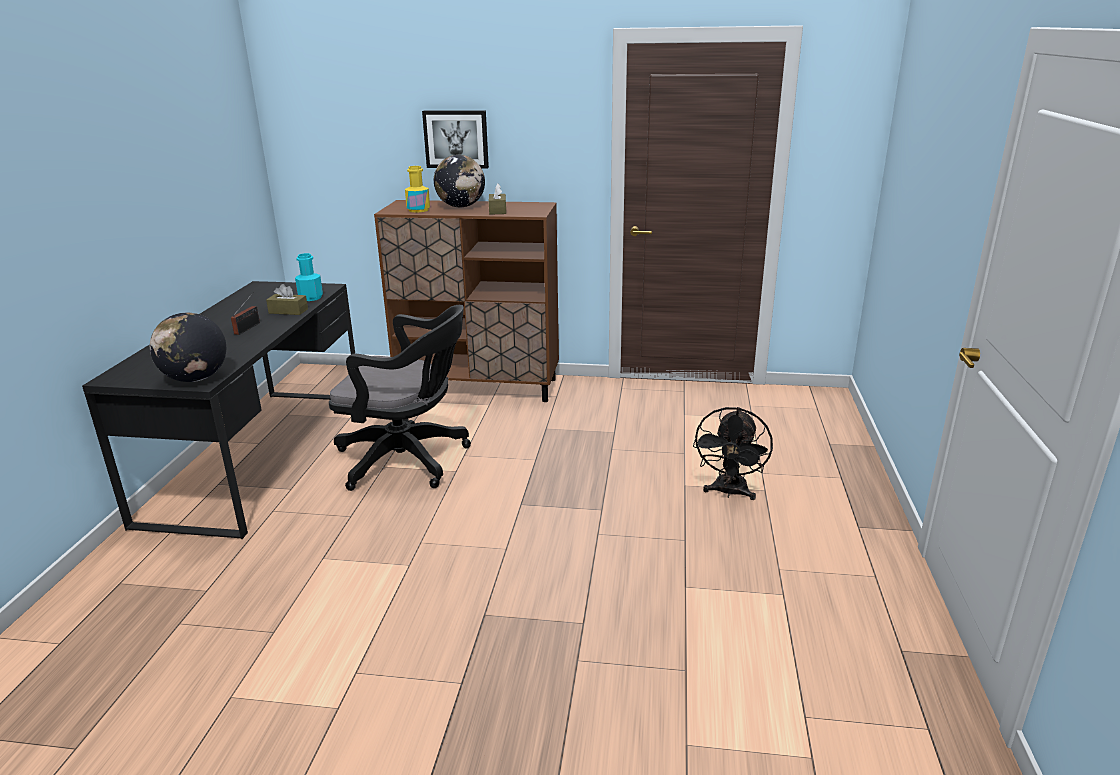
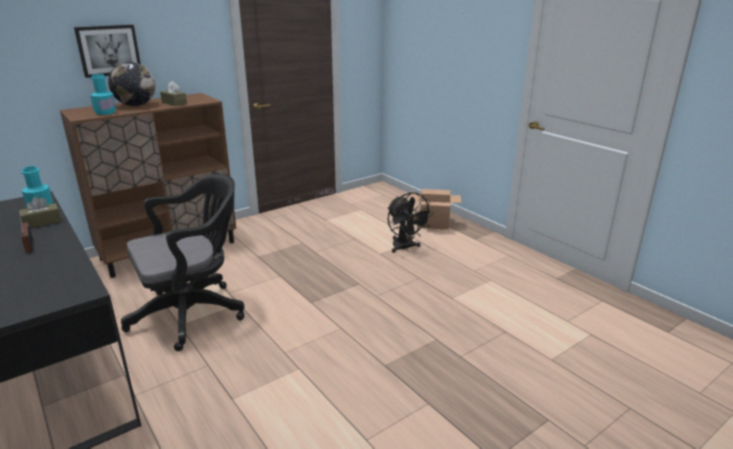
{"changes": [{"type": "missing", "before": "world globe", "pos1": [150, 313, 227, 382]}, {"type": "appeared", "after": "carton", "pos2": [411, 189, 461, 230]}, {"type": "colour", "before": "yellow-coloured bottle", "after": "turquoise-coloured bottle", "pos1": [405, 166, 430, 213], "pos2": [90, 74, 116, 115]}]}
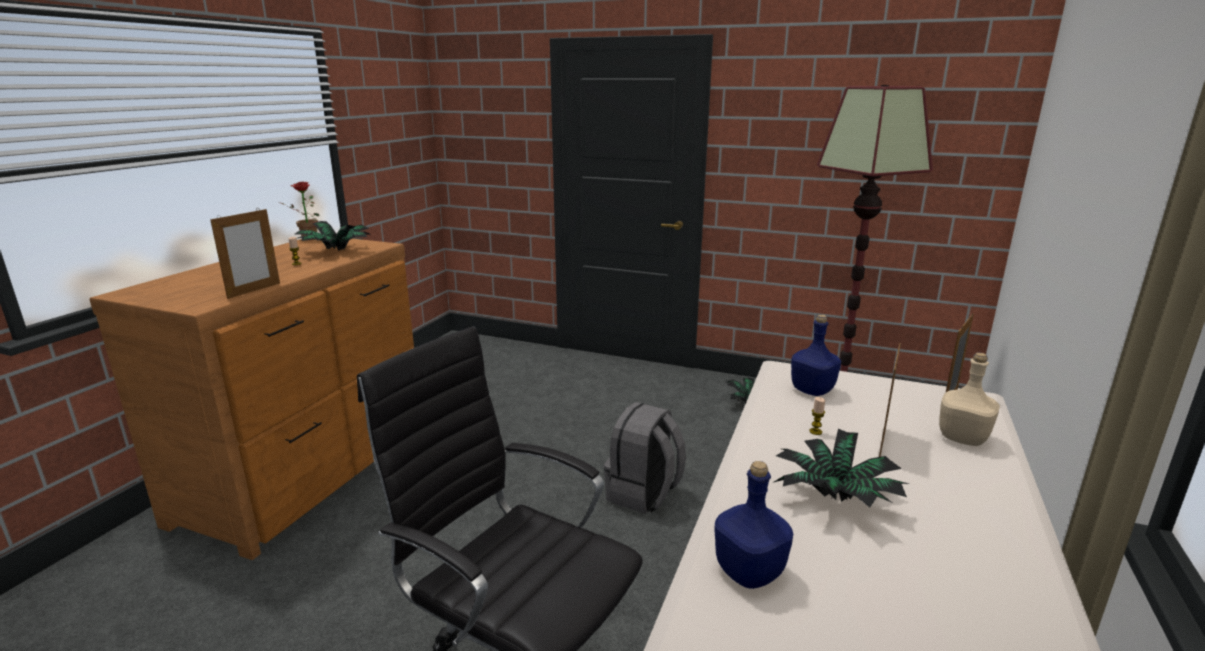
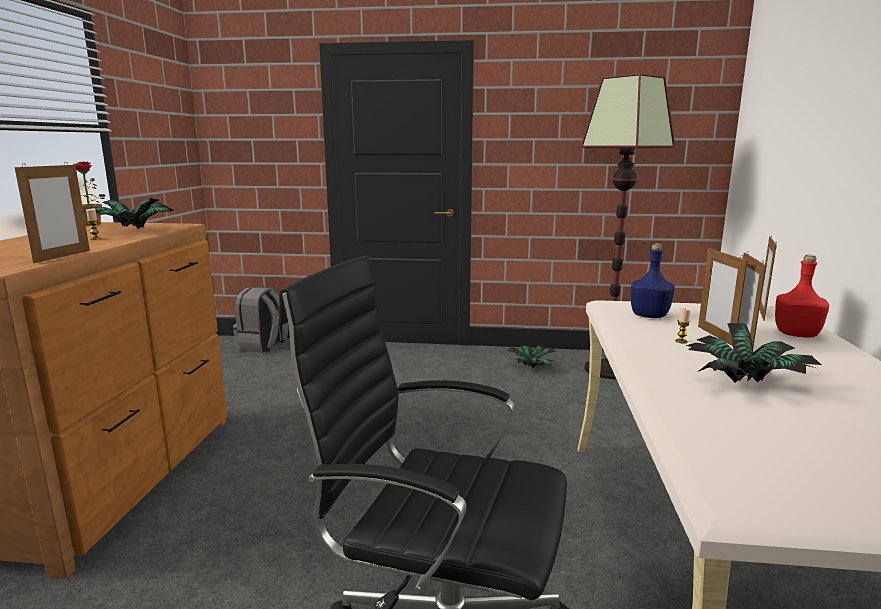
{"changes": [{"type": "missing", "before": "blue-coloured bottle", "pos1": [714, 461, 793, 589]}, {"type": "appeared", "after": "photo frame", "pos2": [698, 248, 748, 346]}, {"type": "relocated", "before": "gray backpack", "pos1": [604, 402, 686, 514], "pos2": [233, 287, 289, 353]}, {"type": "colour", "before": "sand-coloured bottle", "after": "reddish bottle", "pos1": [939, 352, 1000, 446], "pos2": [775, 255, 829, 337]}]}
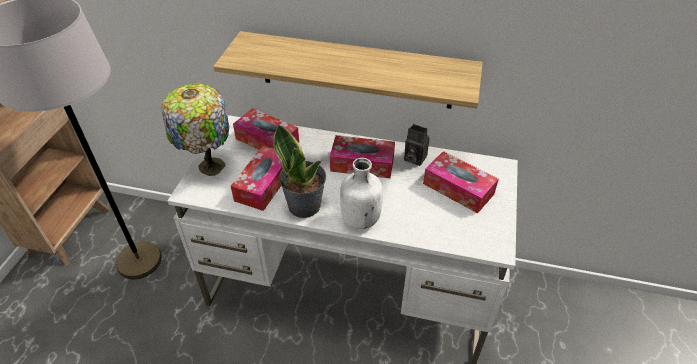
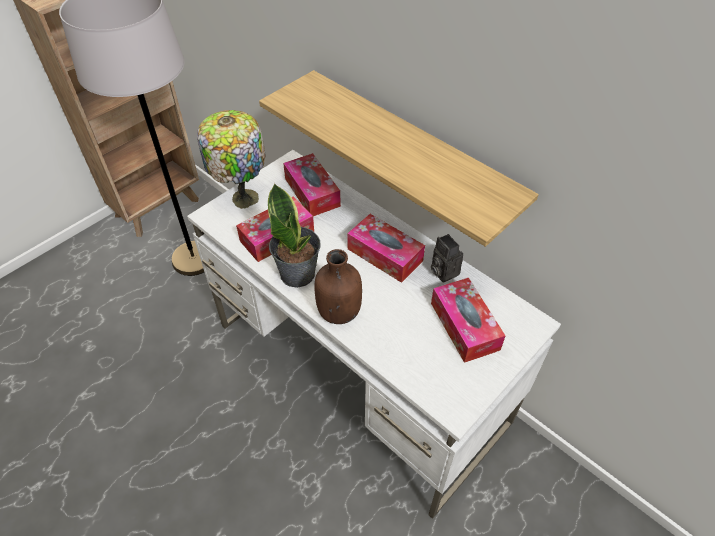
{"changes": [{"type": "colour", "before": "whitish bottle", "after": "brown bottle", "pos1": [340, 158, 383, 229], "pos2": [314, 249, 362, 324]}]}
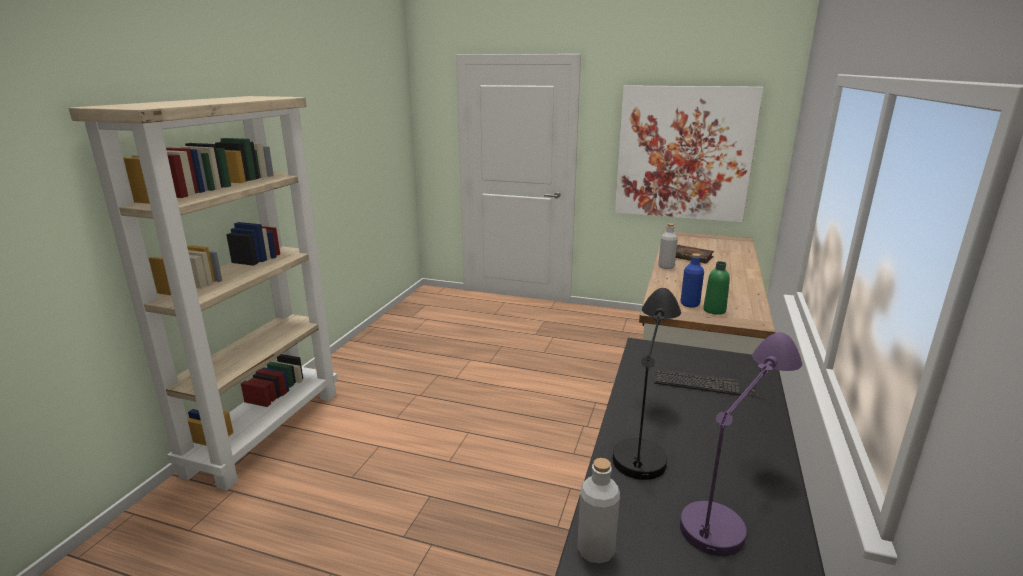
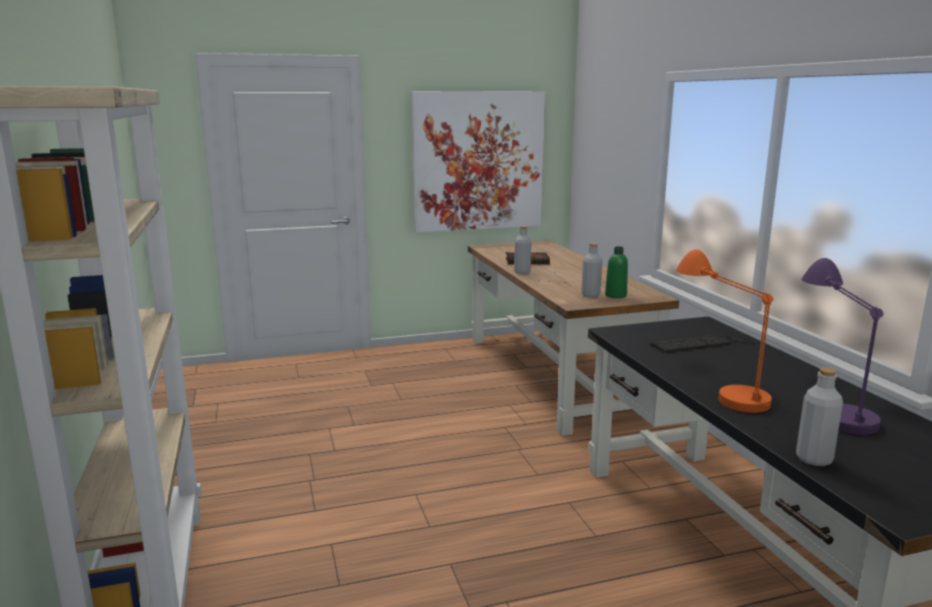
{"changes": [{"type": "colour", "before": "blackish lamp for a table", "after": "orangey lamp for a table", "pos1": [613, 288, 681, 480], "pos2": [676, 249, 773, 413]}, {"type": "colour", "before": "blue-coloured bottle", "after": "gray bottle", "pos1": [681, 253, 704, 307], "pos2": [581, 243, 602, 297]}]}
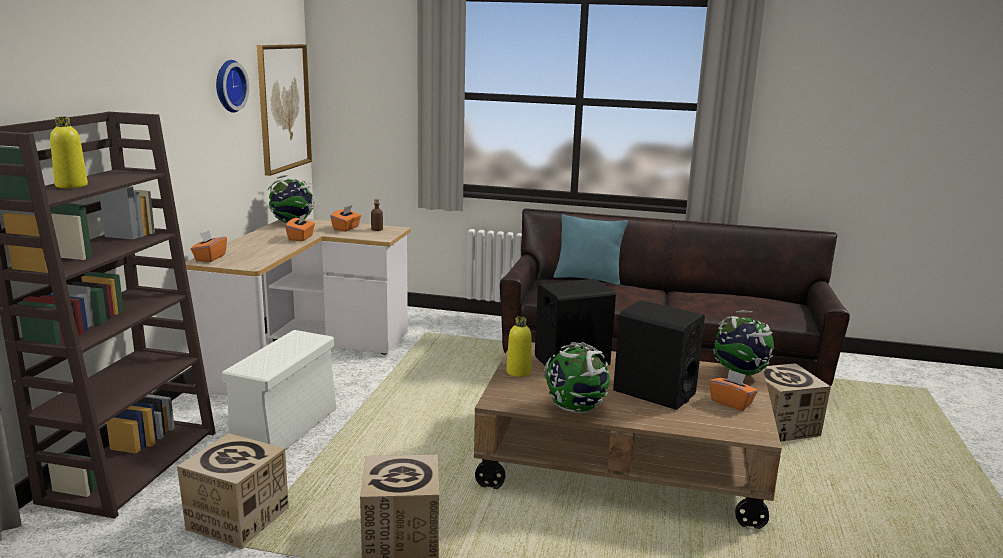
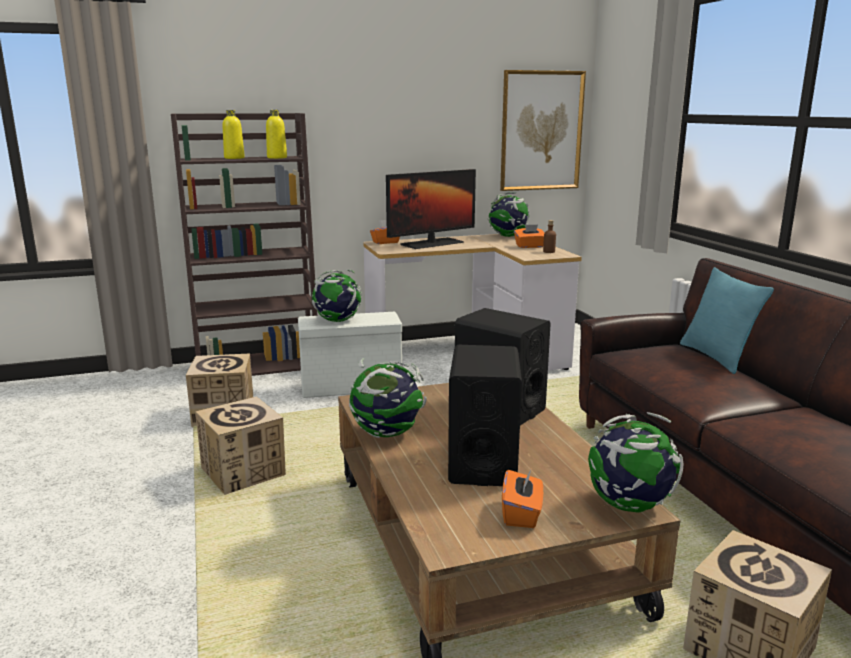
{"changes": [{"type": "missing", "before": "wall clock", "pos1": [216, 60, 249, 113]}, {"type": "missing", "before": "orangey box of tissues", "pos1": [285, 214, 315, 241]}, {"type": "appeared", "after": "world globe", "pos2": [312, 269, 362, 322]}, {"type": "appeared", "after": "monitor", "pos2": [386, 169, 476, 249]}, {"type": "relocated", "before": "yellow-coloured bottle", "pos1": [507, 317, 532, 377], "pos2": [266, 110, 287, 159]}]}
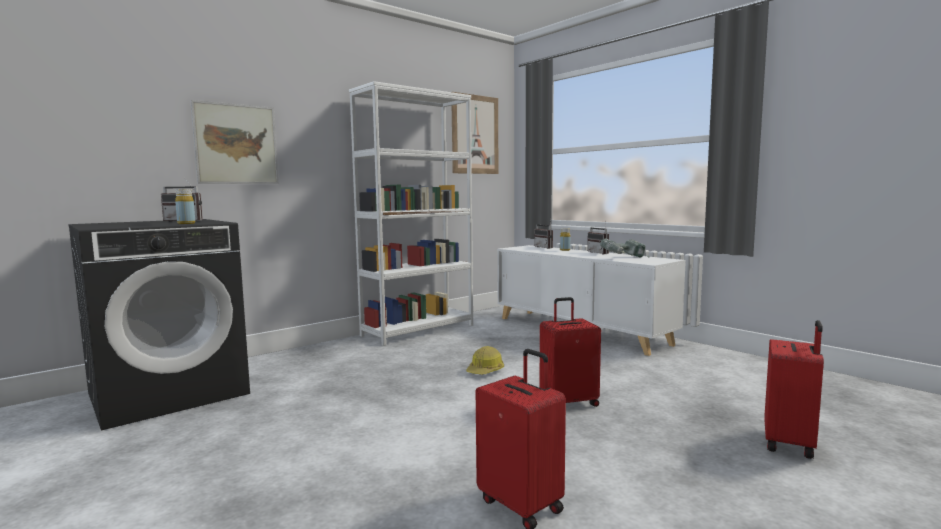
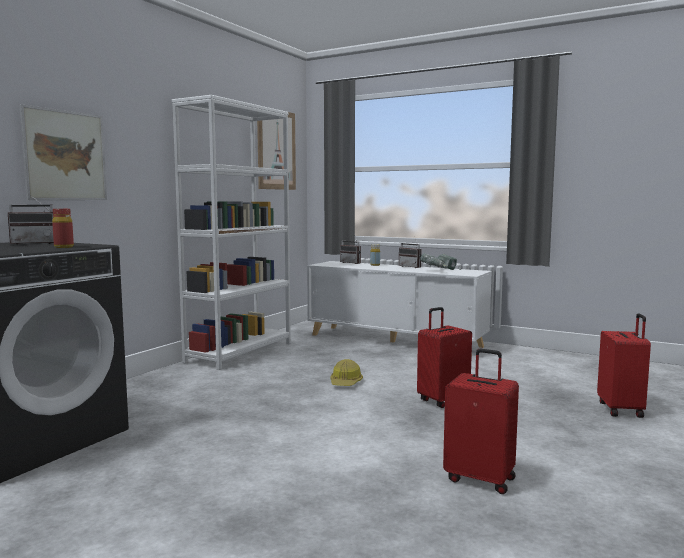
{"changes": [{"type": "colour", "before": "yellow-coloured bottle", "after": "reddish bottle", "pos1": [175, 189, 195, 224], "pos2": [52, 209, 74, 248]}]}
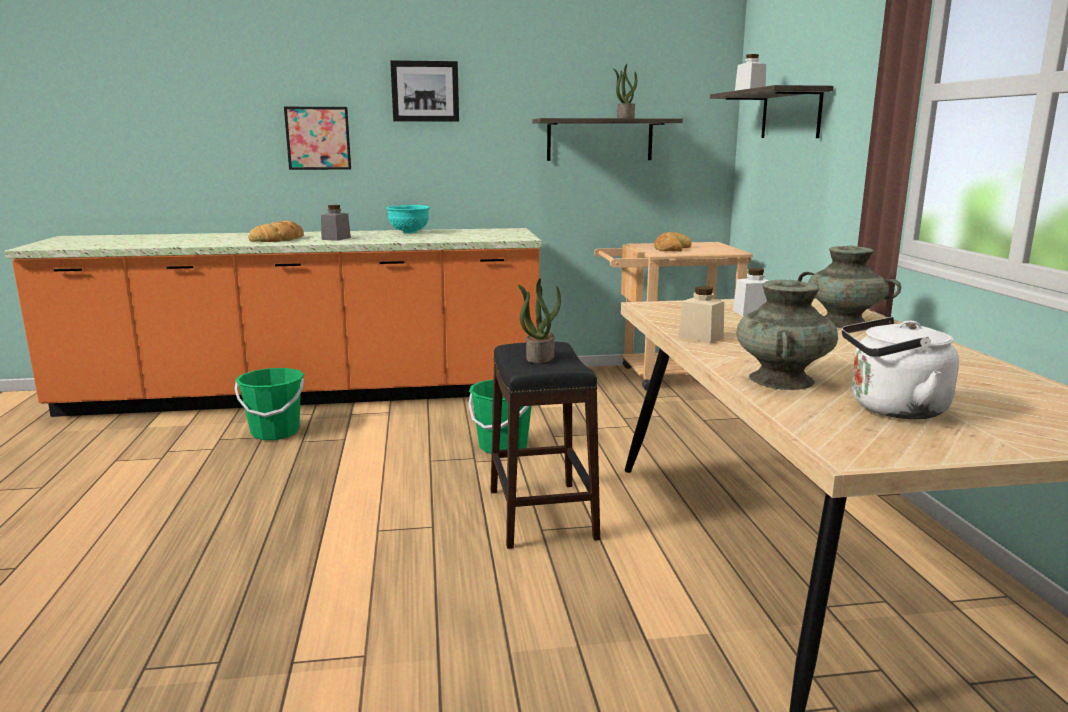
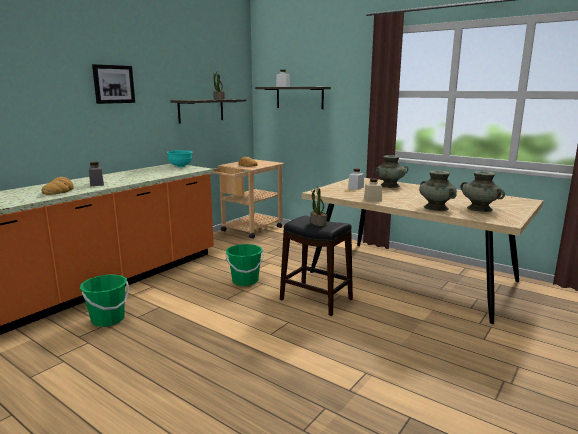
{"changes": [{"type": "missing", "before": "picture", "pos1": [284, 107, 351, 170]}, {"type": "relocated", "before": "turquoise-coloured serving bowl", "pos1": [387, 205, 430, 234], "pos2": [167, 150, 193, 167]}, {"type": "exchanged", "before": "whitish kettle", "after": "turquoise-coloured flower vase", "pos1": [842, 317, 959, 419], "pos2": [460, 171, 505, 212]}]}
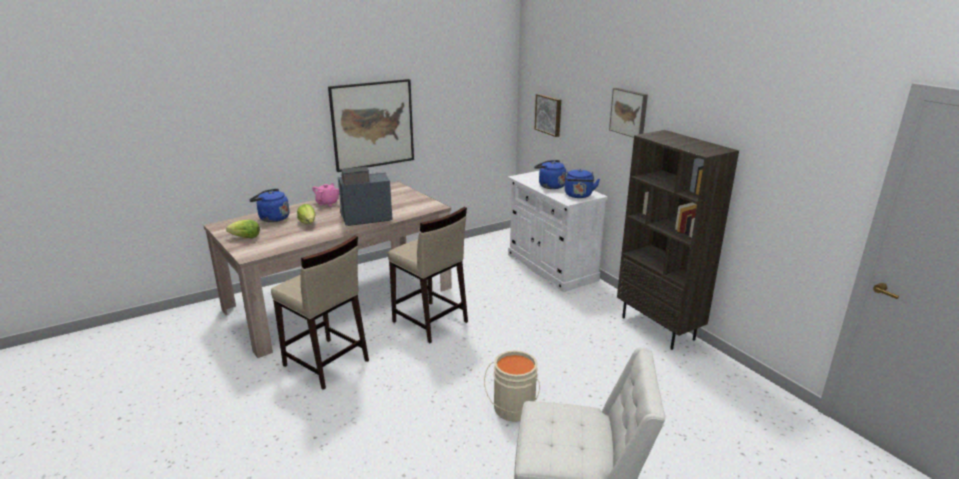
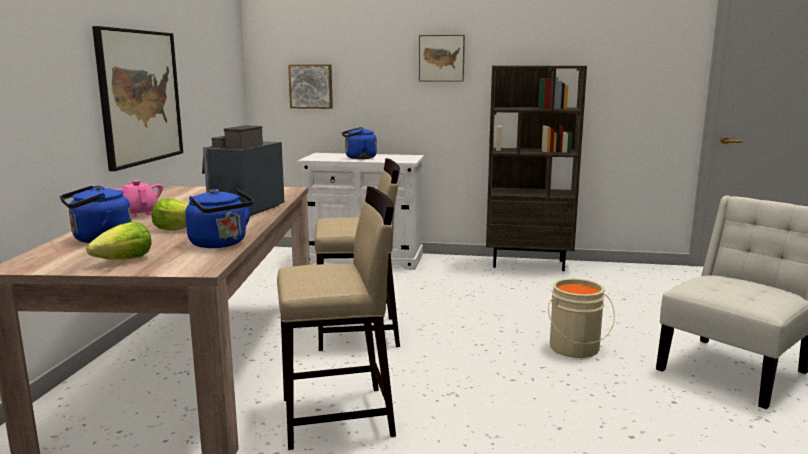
{"changes": [{"type": "relocated", "before": "blue-coloured kettle", "pos1": [565, 169, 600, 198], "pos2": [185, 189, 254, 248]}]}
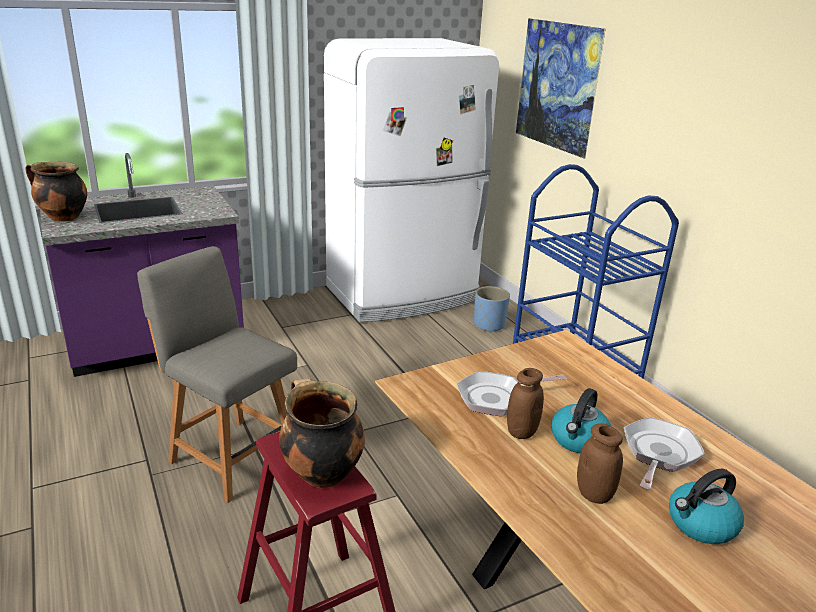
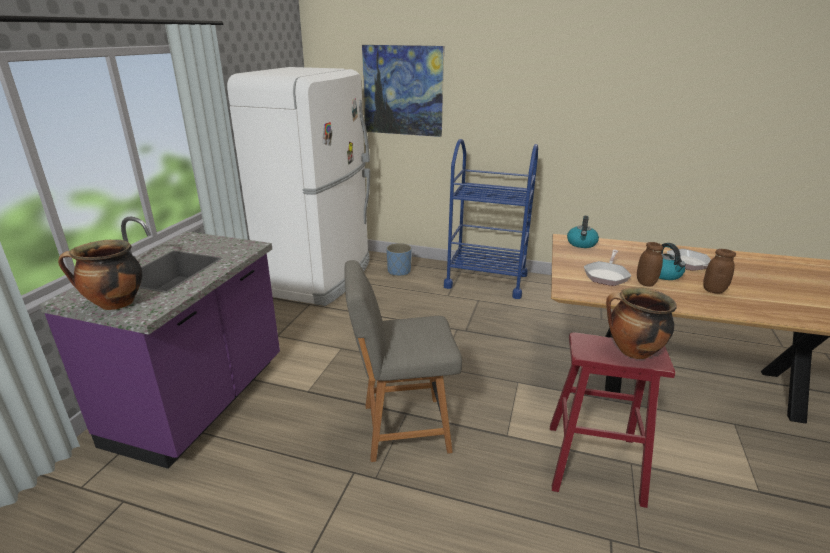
{"changes": [{"type": "relocated", "before": "kettle", "pos1": [669, 469, 744, 544], "pos2": [567, 216, 599, 248]}]}
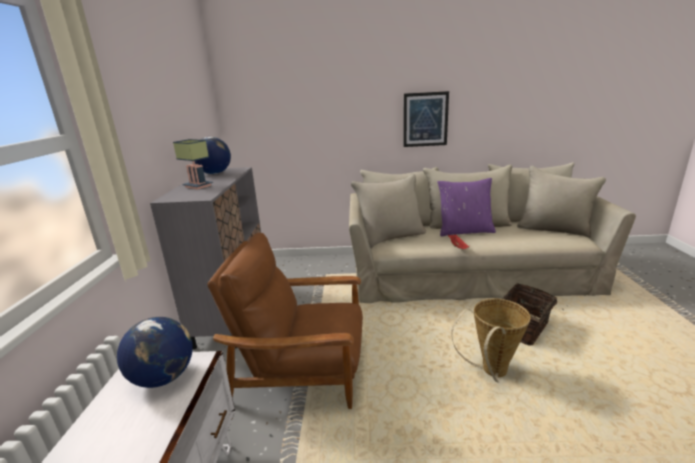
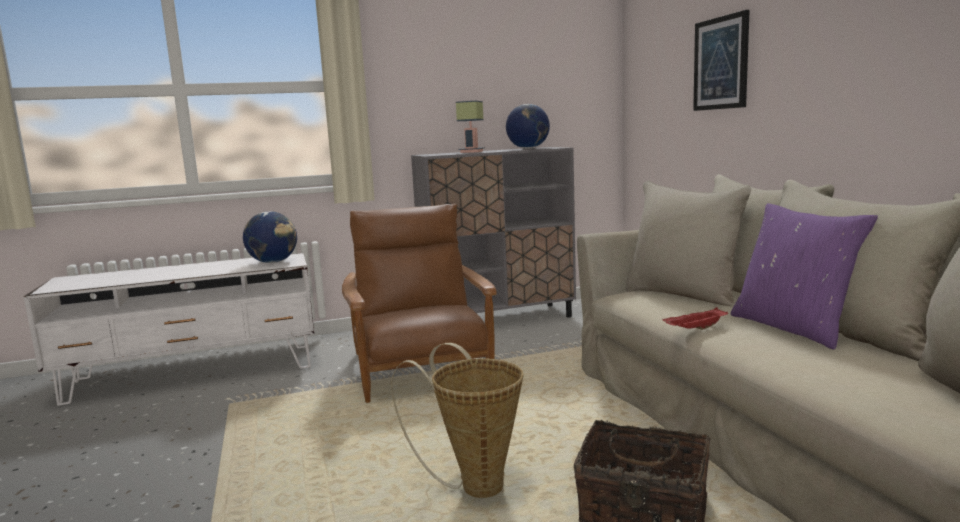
{"changes": [{"type": "relocated", "before": "picture", "pos1": [403, 91, 449, 147], "pos2": [693, 10, 750, 111]}]}
